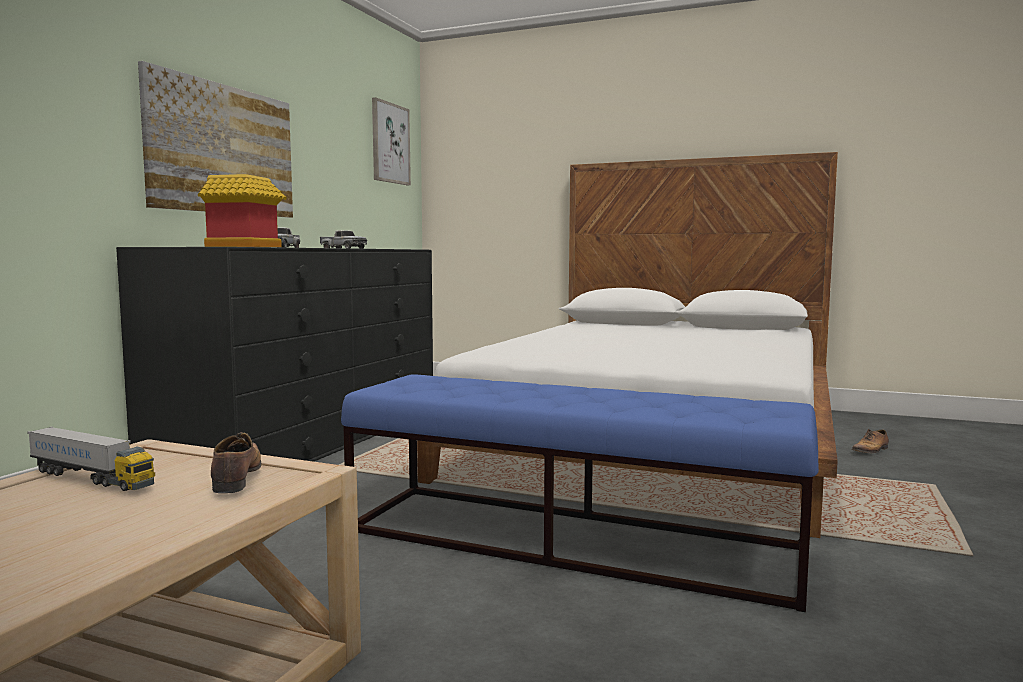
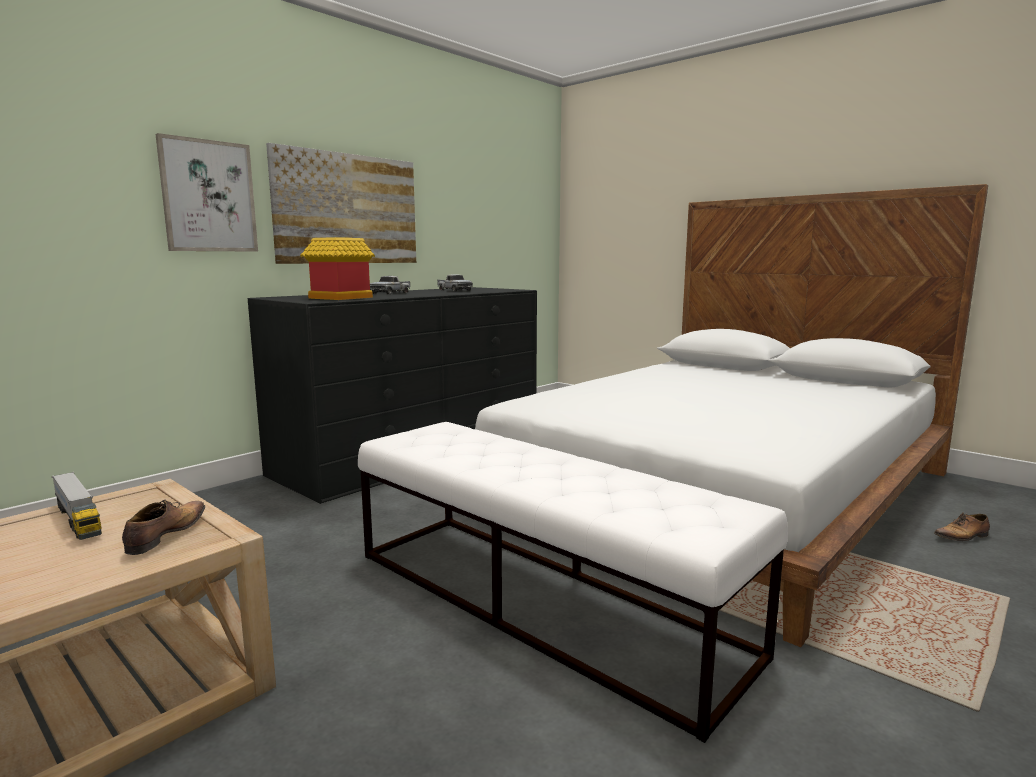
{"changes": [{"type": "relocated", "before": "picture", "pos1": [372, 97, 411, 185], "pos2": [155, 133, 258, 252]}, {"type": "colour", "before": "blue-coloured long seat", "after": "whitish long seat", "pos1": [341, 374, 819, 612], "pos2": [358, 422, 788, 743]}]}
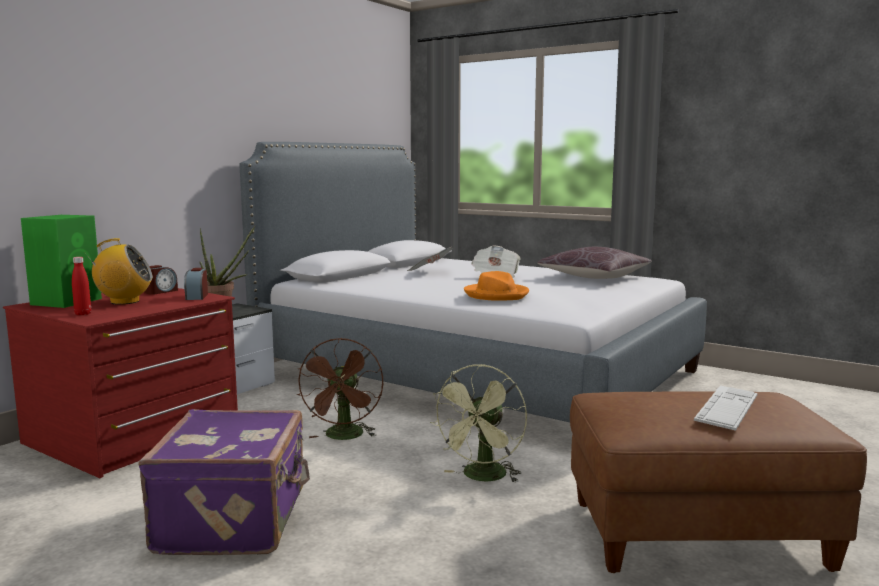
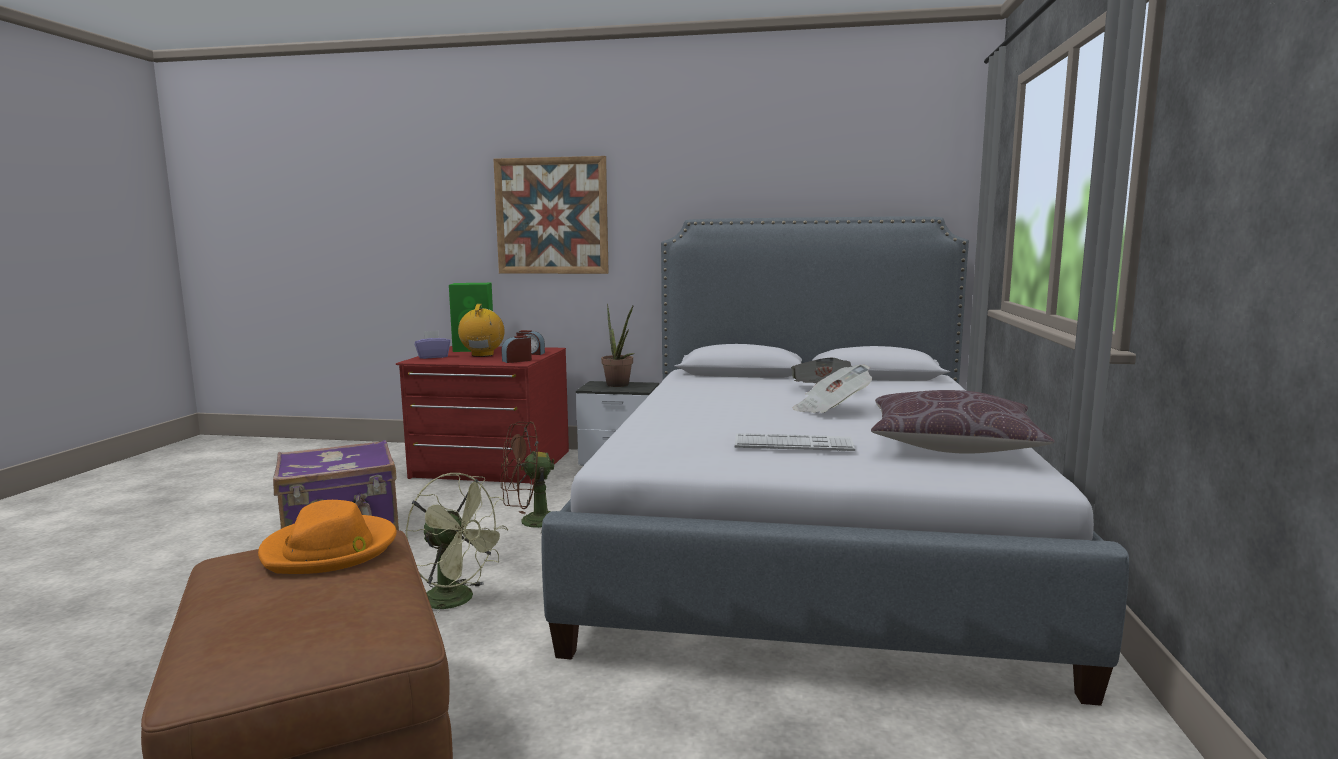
{"changes": [{"type": "appeared", "after": "picture", "pos2": [493, 156, 609, 274]}, {"type": "relocated", "before": "orangey clothing hat", "pos1": [464, 271, 529, 301], "pos2": [258, 500, 397, 574]}, {"type": "relocated", "before": "computer keyboard", "pos1": [694, 385, 758, 431], "pos2": [735, 433, 855, 451]}, {"type": "exchanged", "before": "reddish bottle", "after": "purplish box of tissues", "pos1": [72, 257, 91, 315], "pos2": [414, 330, 450, 359]}, {"type": "spun", "before": "radio", "pos1": [85, 238, 153, 305], "pos2": [458, 304, 505, 357], "turn": -150}, {"type": "spun", "before": "green cooling fan", "pos1": [430, 364, 527, 483], "pos2": [405, 473, 508, 616], "turn": -150}]}
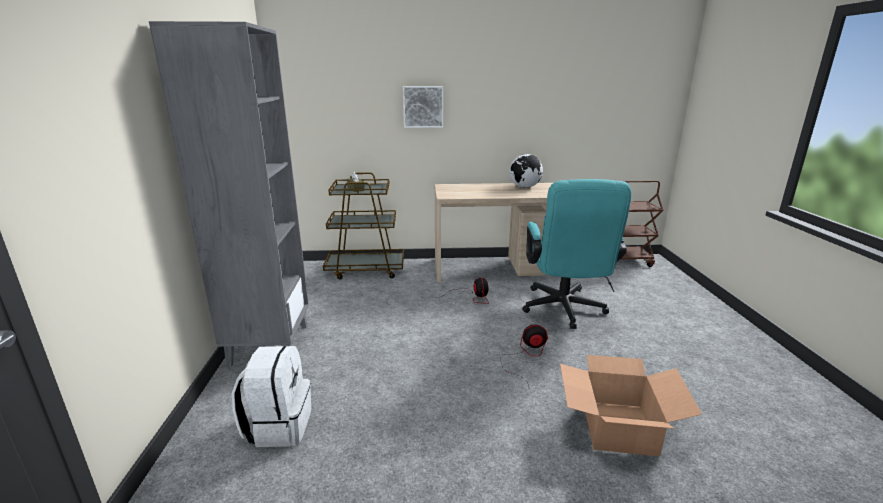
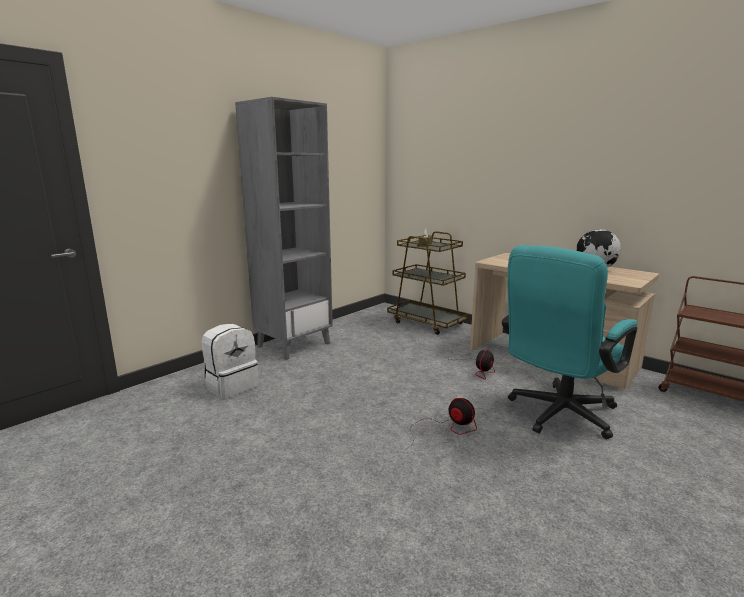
{"changes": [{"type": "missing", "before": "picture", "pos1": [403, 86, 443, 128]}, {"type": "missing", "before": "carton", "pos1": [560, 355, 702, 457]}]}
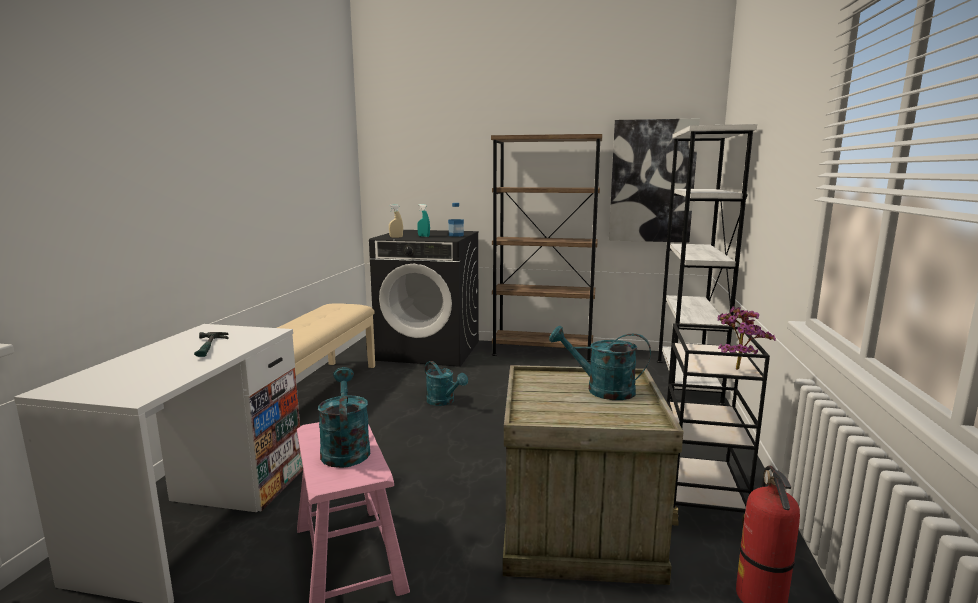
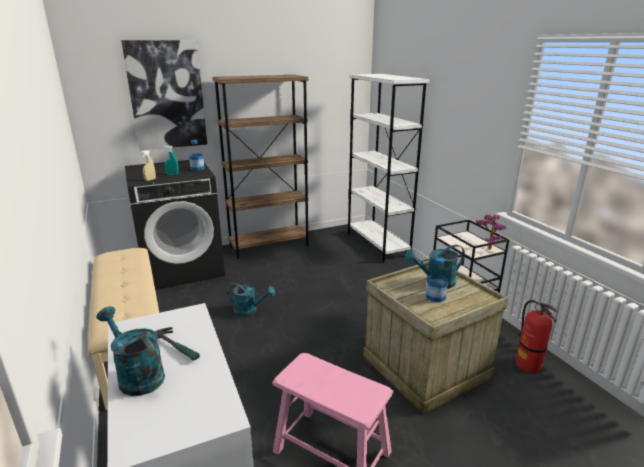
{"changes": [{"type": "appeared", "after": "bottle", "pos2": [426, 258, 448, 302]}, {"type": "relocated", "before": "turquoise-coloured watering pot", "pos1": [318, 367, 370, 468], "pos2": [96, 306, 165, 396]}, {"type": "relocated", "before": "picture", "pos1": [609, 118, 700, 242], "pos2": [121, 40, 207, 150]}]}
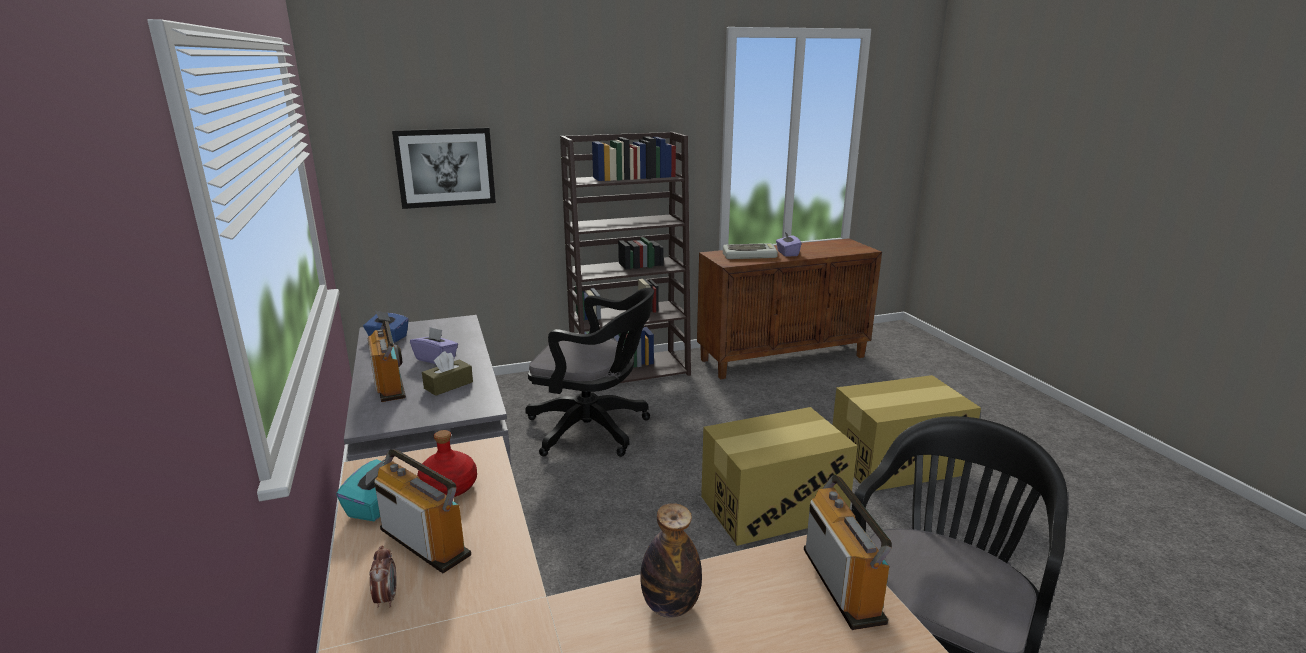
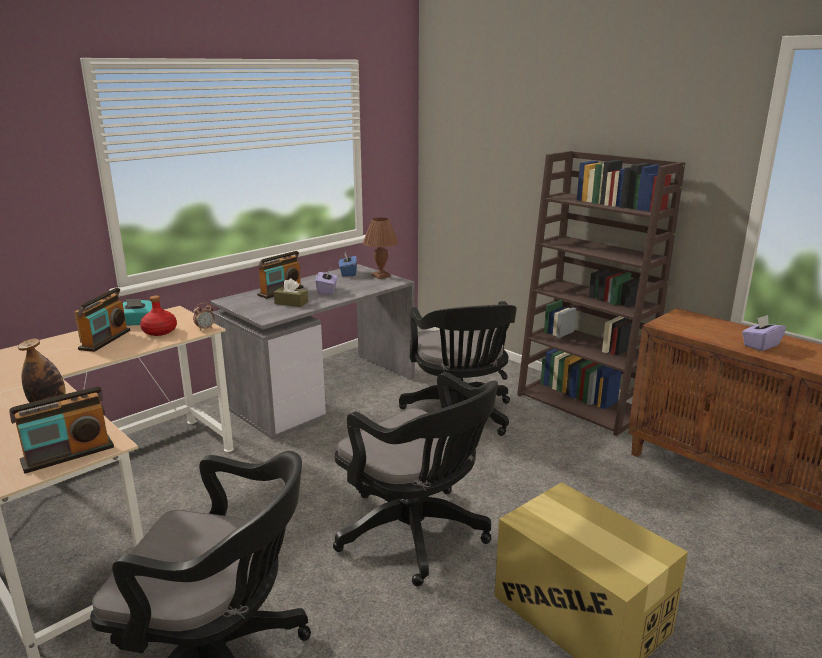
{"changes": [{"type": "missing", "before": "picture", "pos1": [392, 128, 496, 209]}, {"type": "missing", "before": "computer keyboard", "pos1": [723, 243, 778, 259]}, {"type": "appeared", "after": "brown lamp for a table", "pos2": [363, 218, 399, 279]}, {"type": "relocated", "before": "alarm clock", "pos1": [370, 546, 397, 608], "pos2": [193, 303, 215, 331]}, {"type": "exchanged", "before": "carton", "after": "blackish office chair", "pos1": [701, 407, 857, 546], "pos2": [333, 372, 498, 586]}]}
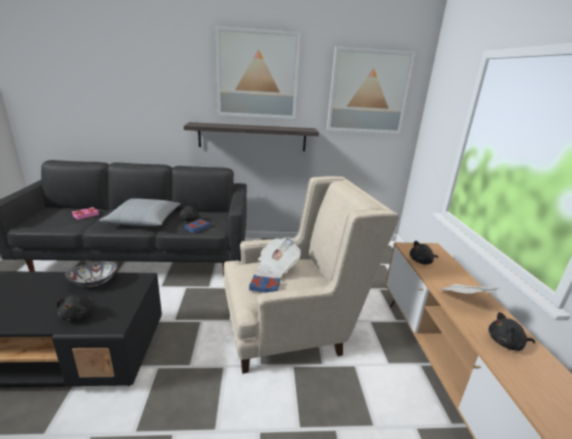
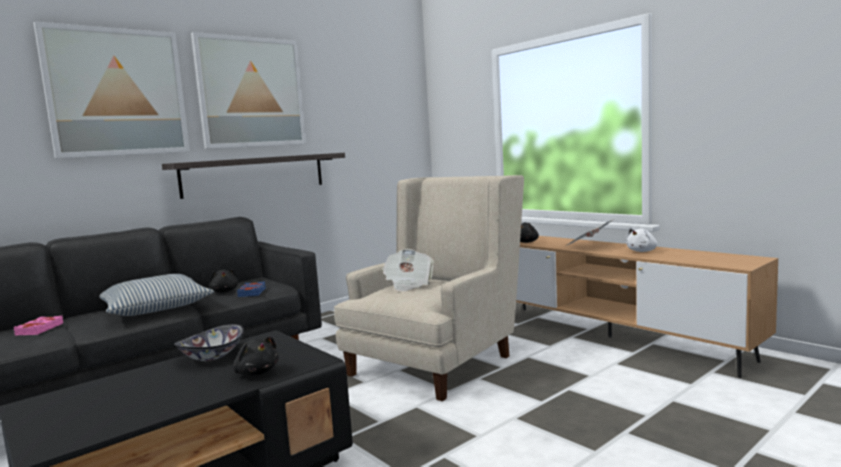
{"changes": [{"type": "missing", "before": "blue-coloured volume", "pos1": [249, 275, 280, 293]}, {"type": "relocated", "before": "picture", "pos1": [327, 46, 416, 134], "pos2": [34, 21, 190, 158]}, {"type": "colour", "before": "blackish plush toy", "after": "whitish plush toy", "pos1": [489, 312, 535, 351], "pos2": [626, 227, 657, 252]}]}
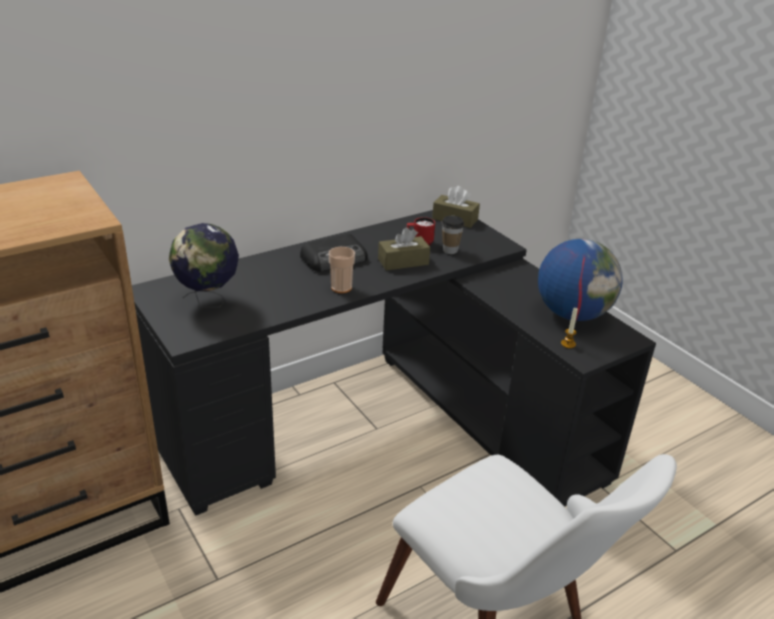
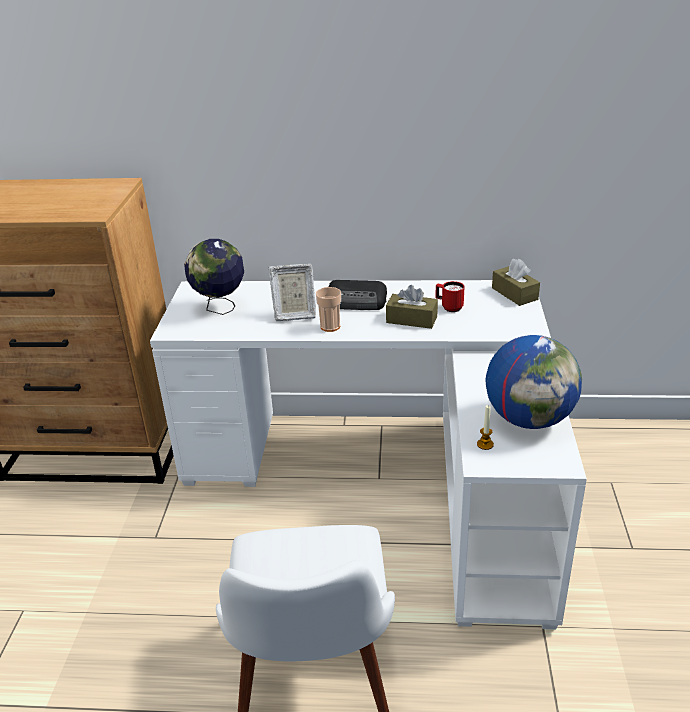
{"changes": [{"type": "missing", "before": "small cup", "pos1": [441, 216, 464, 254]}, {"type": "appeared", "after": "photo frame", "pos2": [268, 264, 316, 321]}, {"type": "colour", "before": "blackish desk", "after": "whitish desk", "pos1": [132, 210, 656, 516], "pos2": [150, 280, 587, 629]}]}
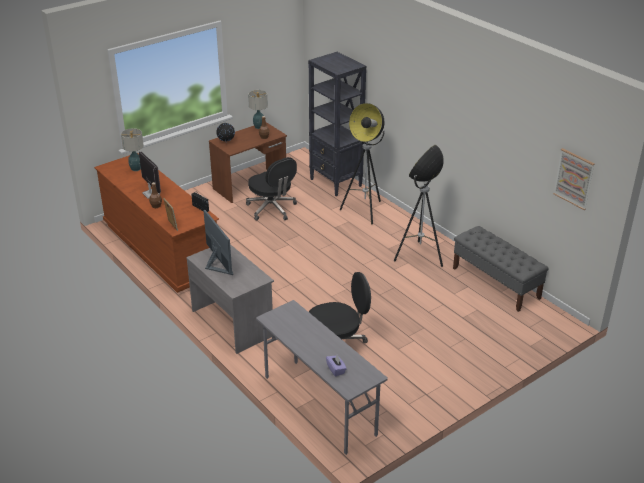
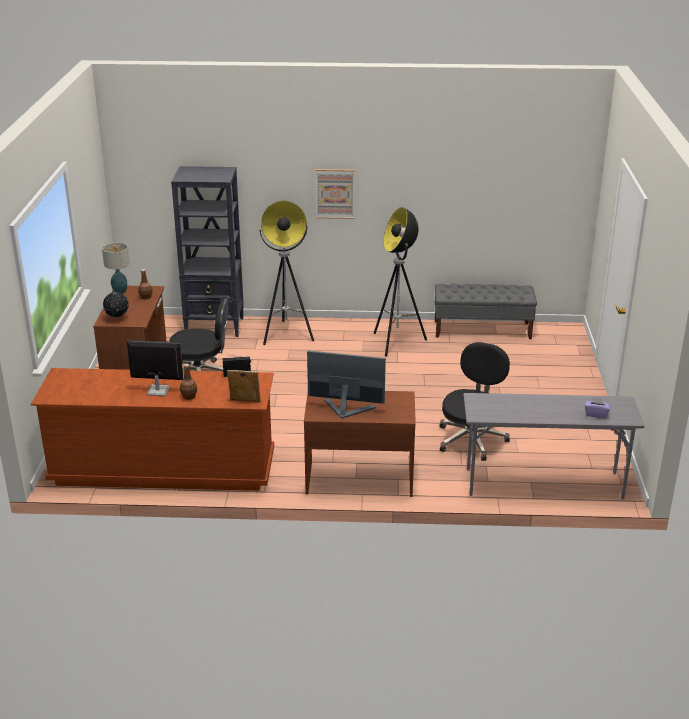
{"changes": [{"type": "missing", "before": "lamp for a table", "pos1": [121, 128, 144, 171]}, {"type": "relocated", "before": "picture", "pos1": [553, 148, 595, 210], "pos2": [315, 169, 355, 219]}, {"type": "colour", "before": "gray desk", "after": "brown desk", "pos1": [186, 244, 274, 354], "pos2": [304, 391, 416, 497]}]}
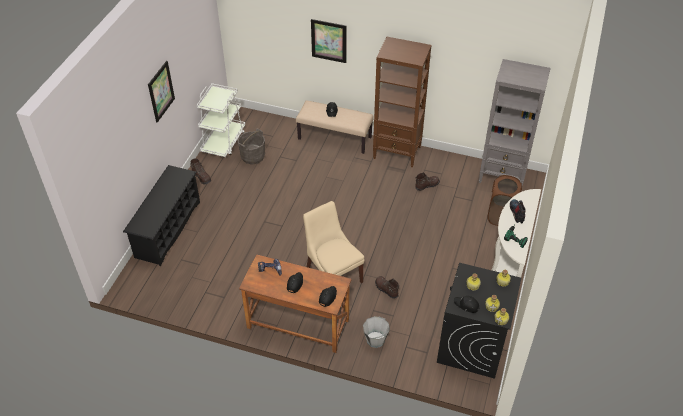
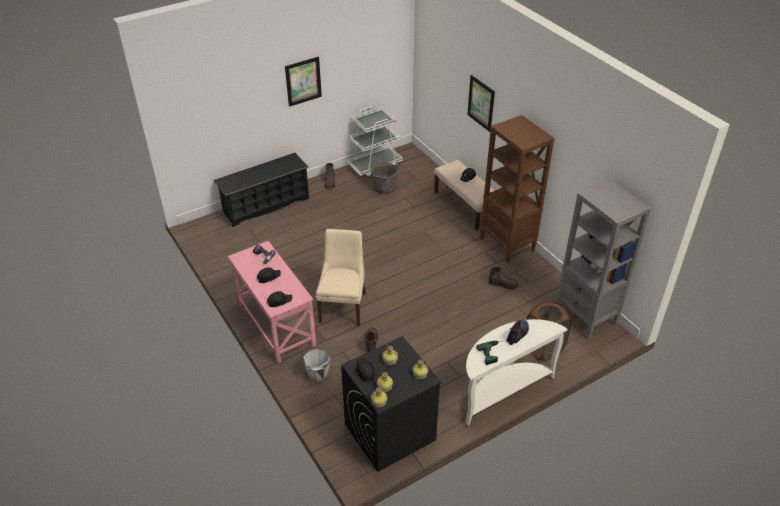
{"changes": [{"type": "colour", "before": "brown desk", "after": "pink-coloured desk", "pos1": [239, 254, 352, 353], "pos2": [228, 241, 316, 363]}]}
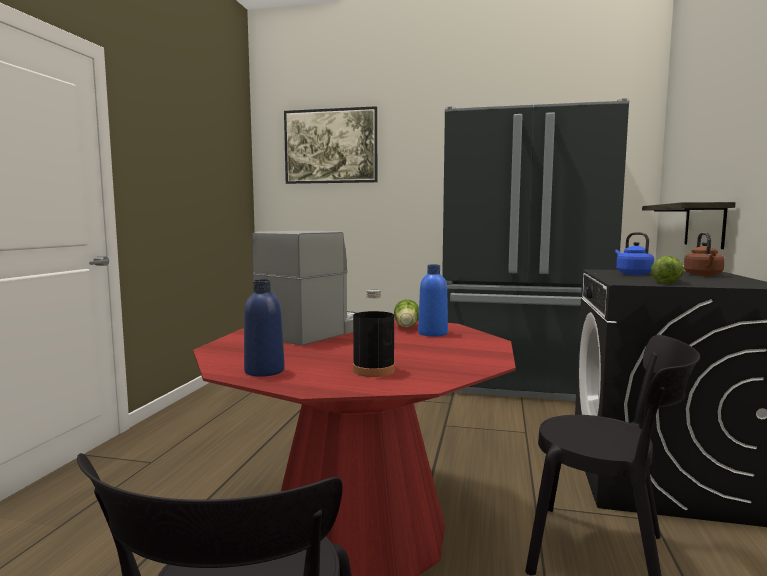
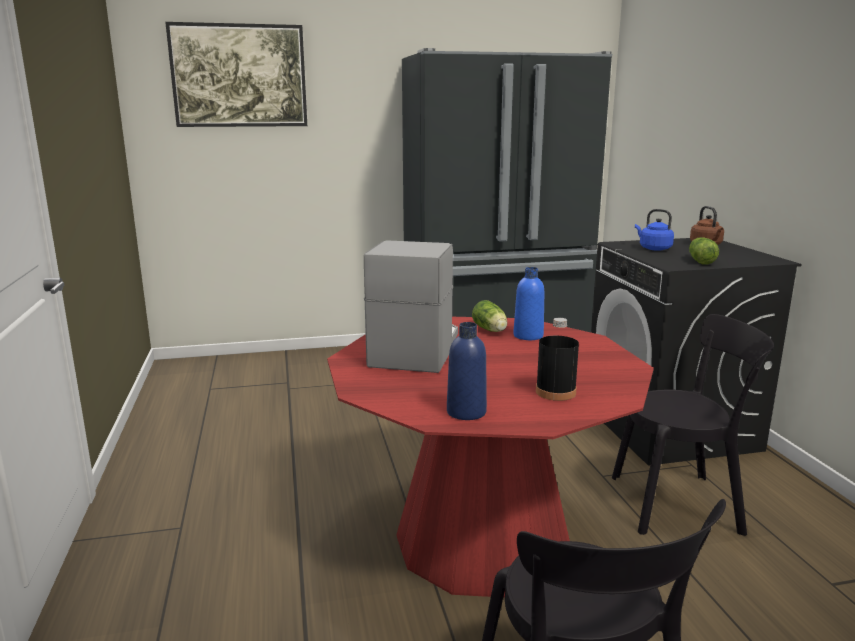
{"changes": [{"type": "missing", "before": "bracket shelf", "pos1": [642, 202, 736, 249]}]}
